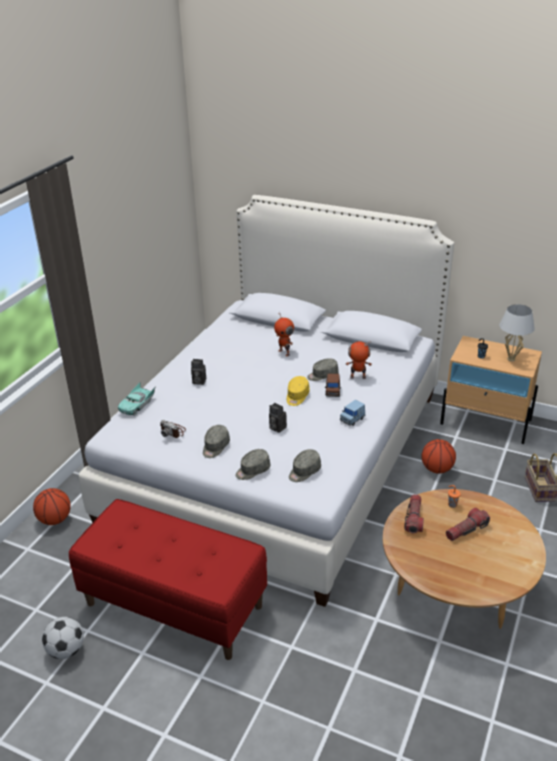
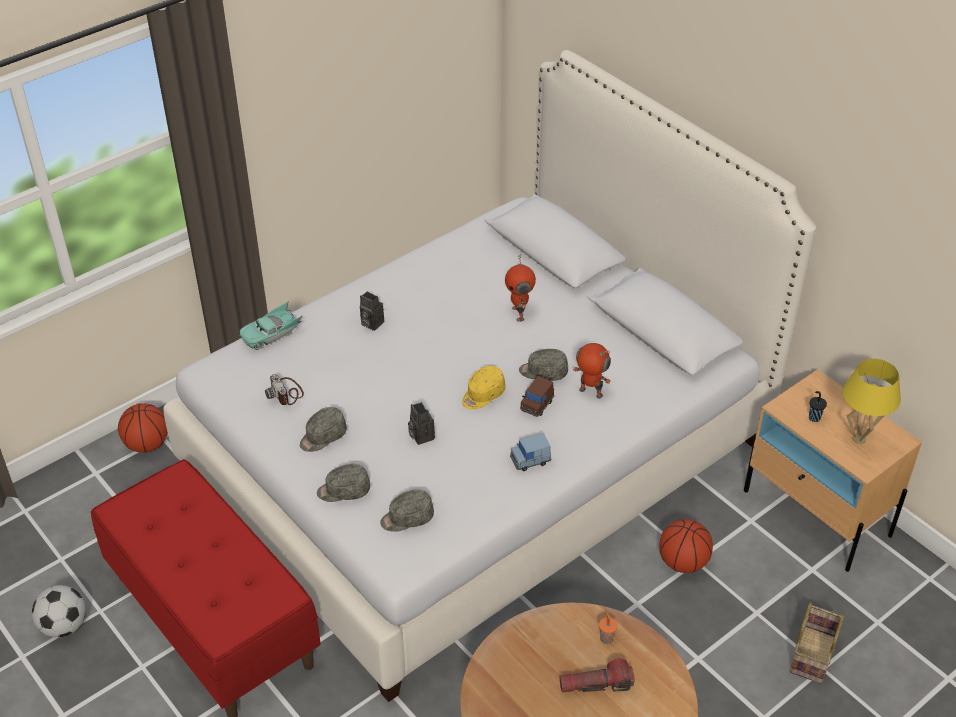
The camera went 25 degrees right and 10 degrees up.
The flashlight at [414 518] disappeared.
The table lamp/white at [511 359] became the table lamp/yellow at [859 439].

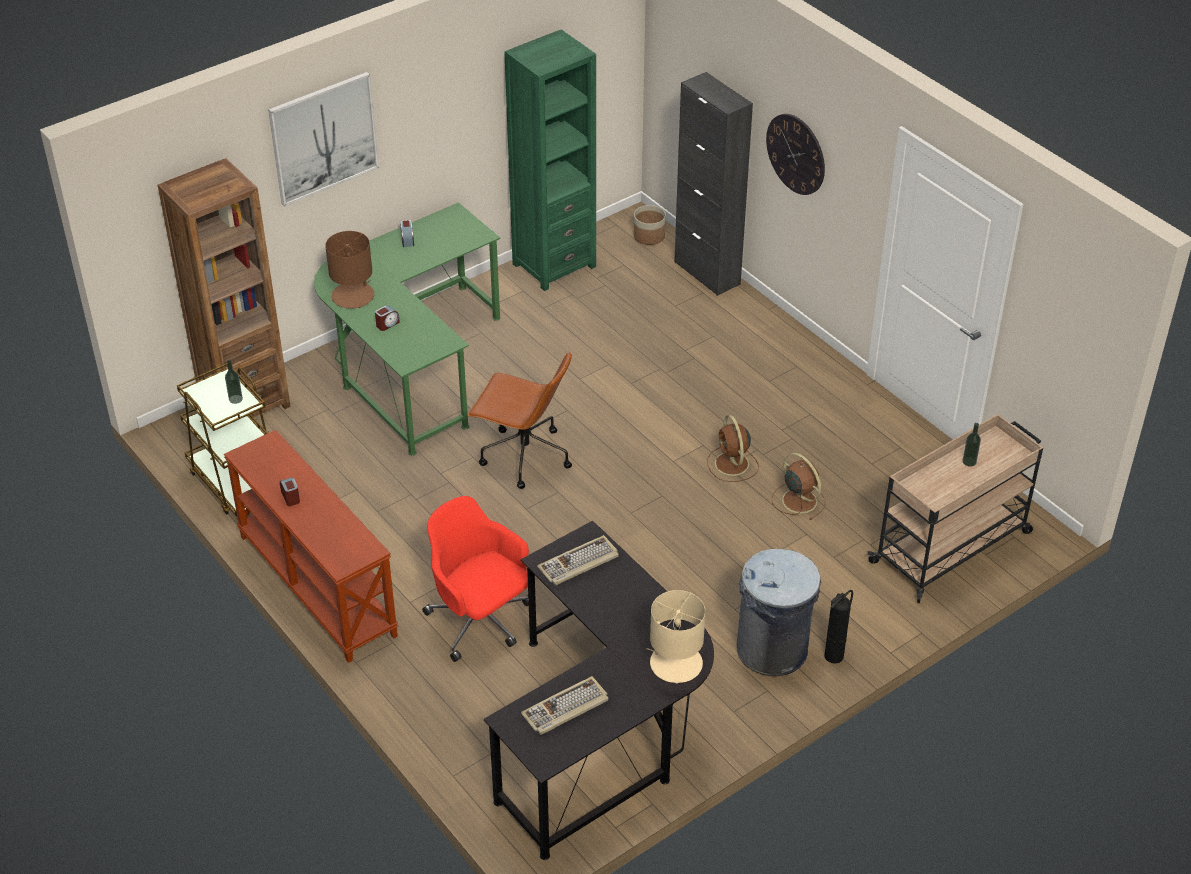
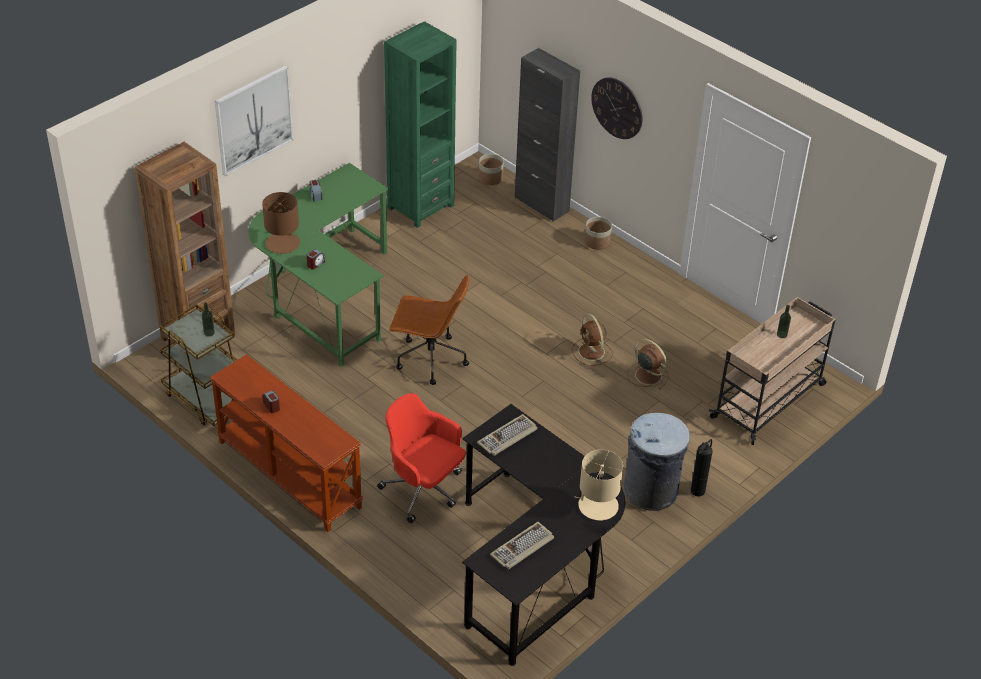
The camera went 10 degrees left and 0 degrees up.
The planter at [597 242] appeared.

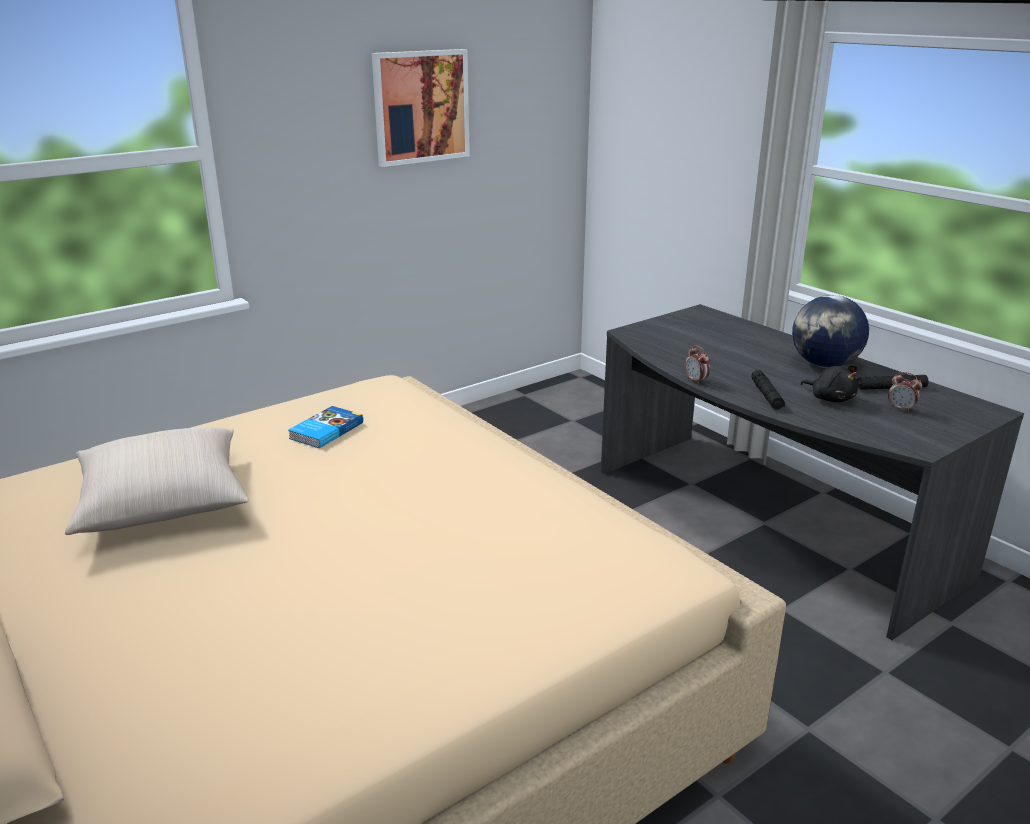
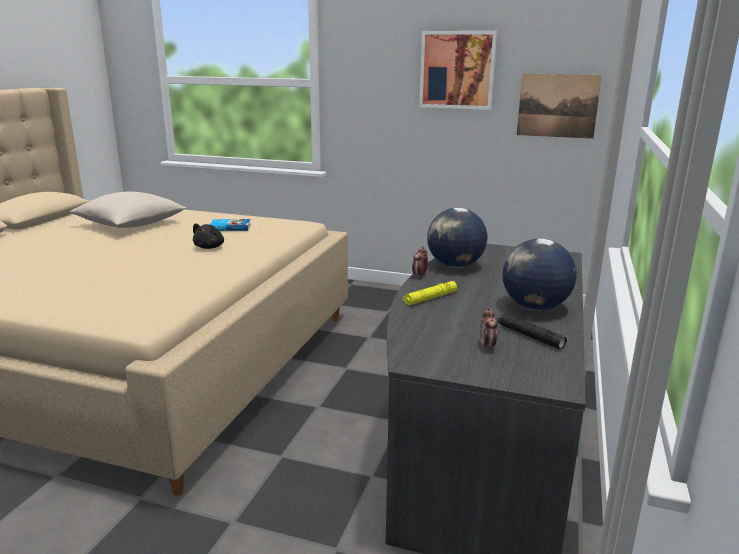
The camera went 55 degrees right and 5 degrees down.
The flashlight/black at [766 395] became the flashlight/yellow at [430 298].
The plush toy/black moved from [830 398] to [210 247].
The globe at [454 265] appeared.
The picture at [557 106] appeared.

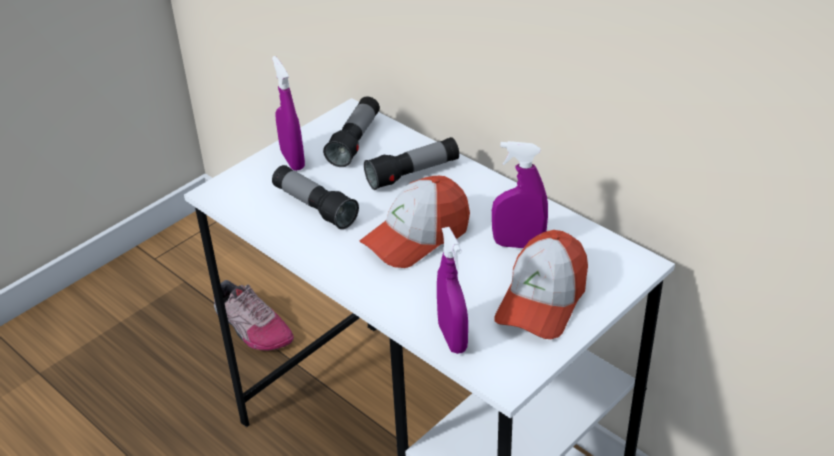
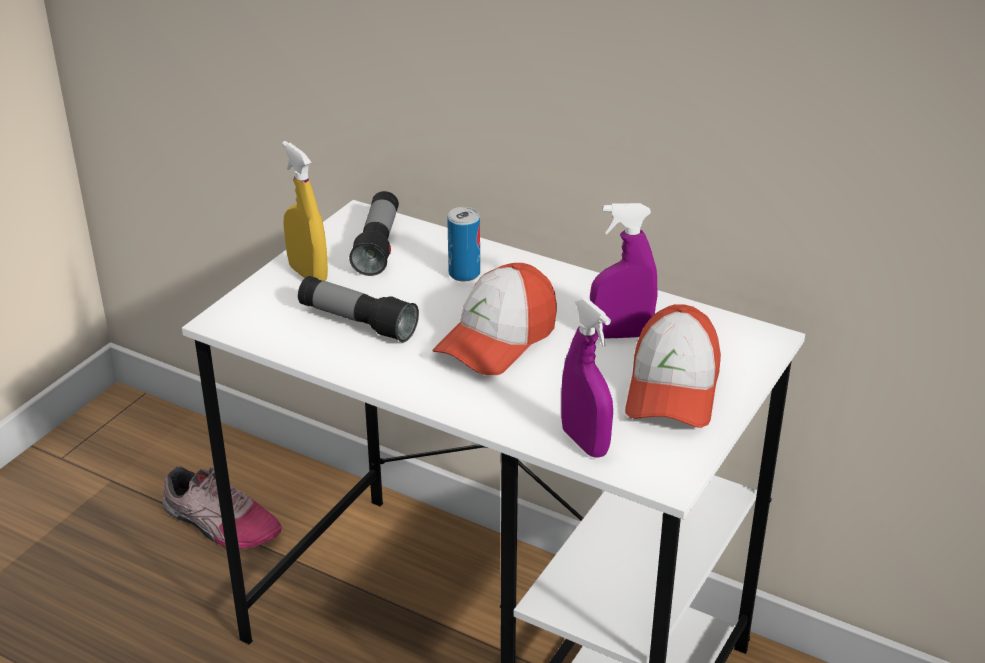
The camera went 15 degrees left and 5 degrees down.
The spray bottle/purple at [292 160] became the spray bottle/yellow at [308 274].
The flashlight at [413 174] was replaced by the can at [464 273].

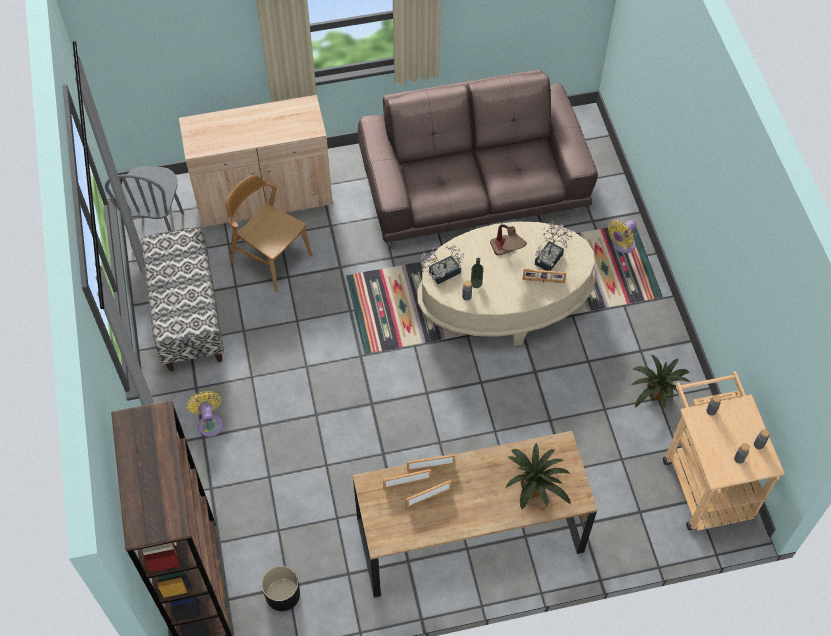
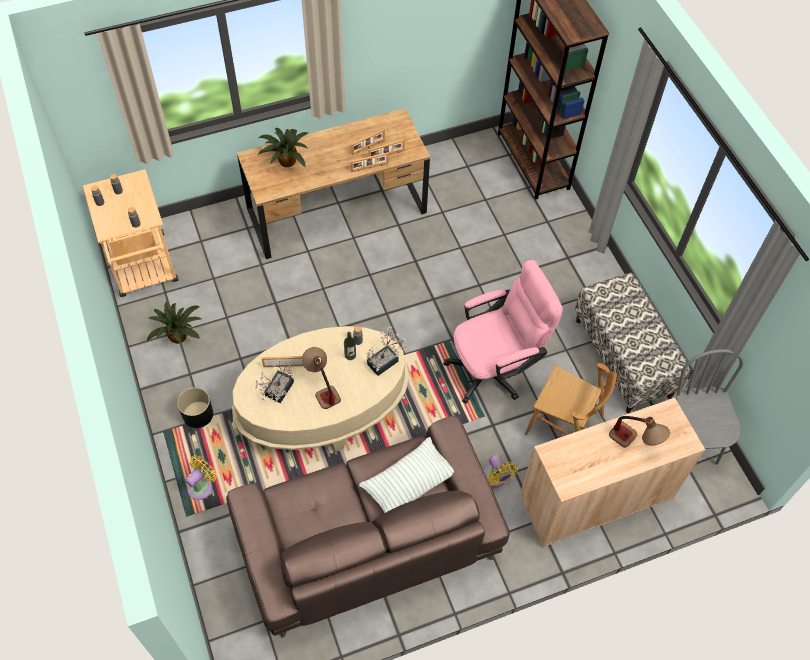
The camera went 170 degrees right and 0 degrees up.
The fan/yellow moved from [209 423] to [495 478].
The planter/black moved from [283 594] to [197 414].
The pillow at [408 483] appeared.
The office chair/pink at [495 368] appeared.
The table lamp at [634 443] appeared.

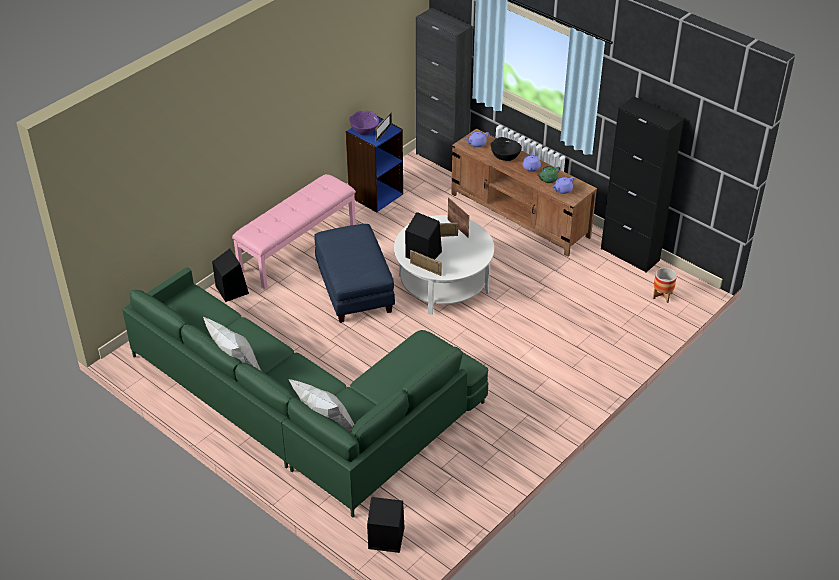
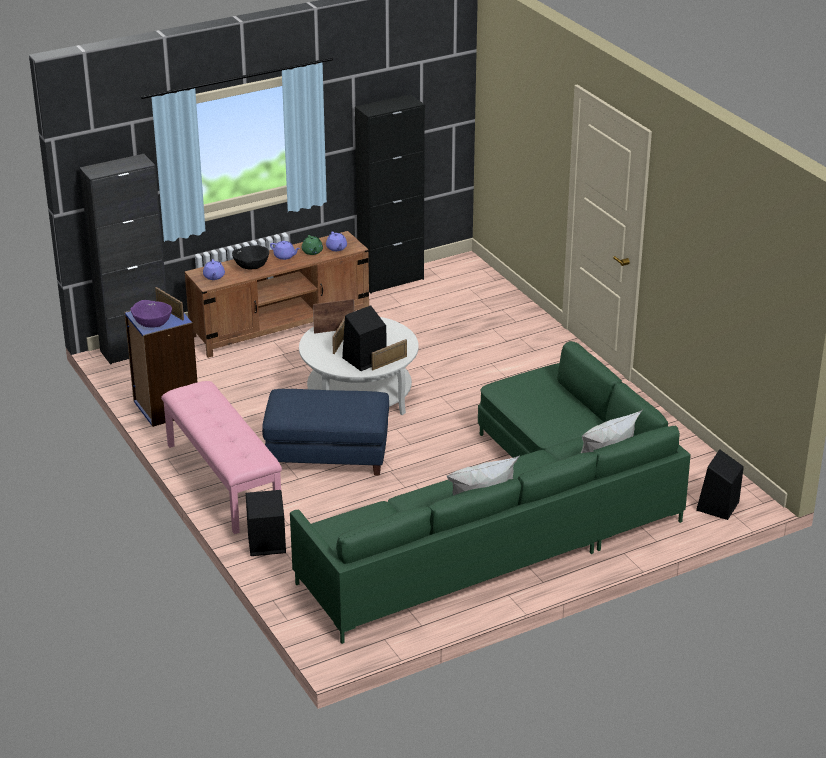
The camera went 70 degrees left and 10 degrees down.
The planter at [662 296] disappeared.

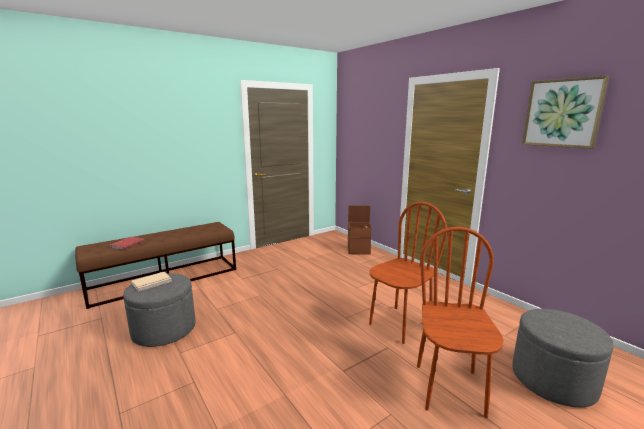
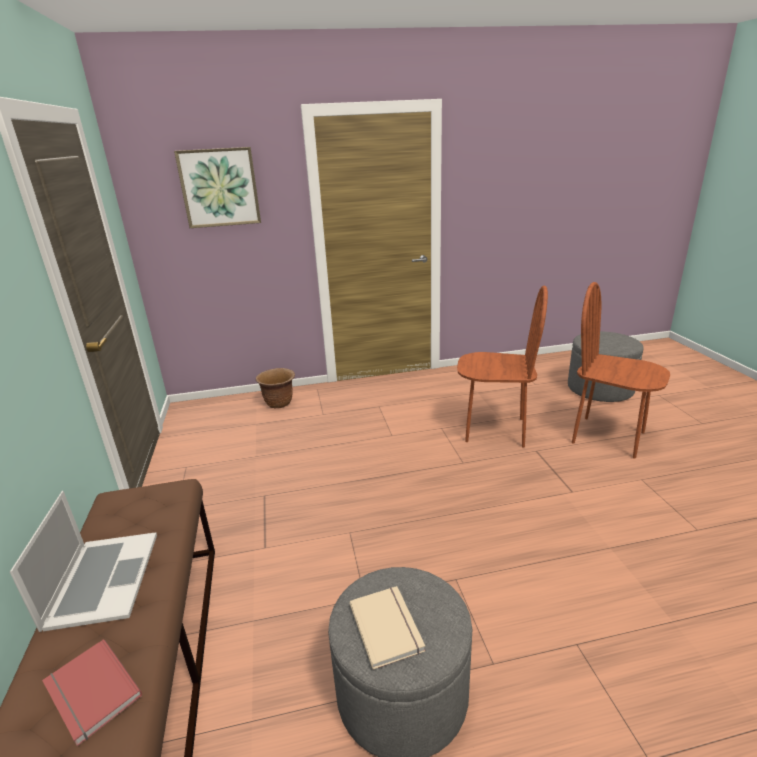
The camera went 65 degrees left and 10 degrees up.
The storage box/brown at [359 250] was replaced by the planter/brown at [279 403].
The chair/brown at [399 324] turned 120 degrees clockwise.
The picture moved from [562 113] to [219 188].
The laptop at [102 579] appeared.

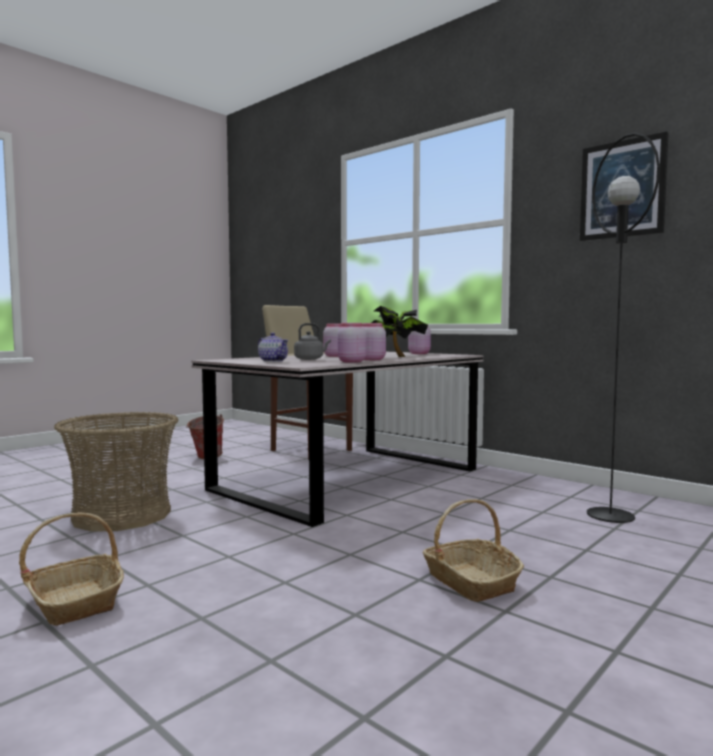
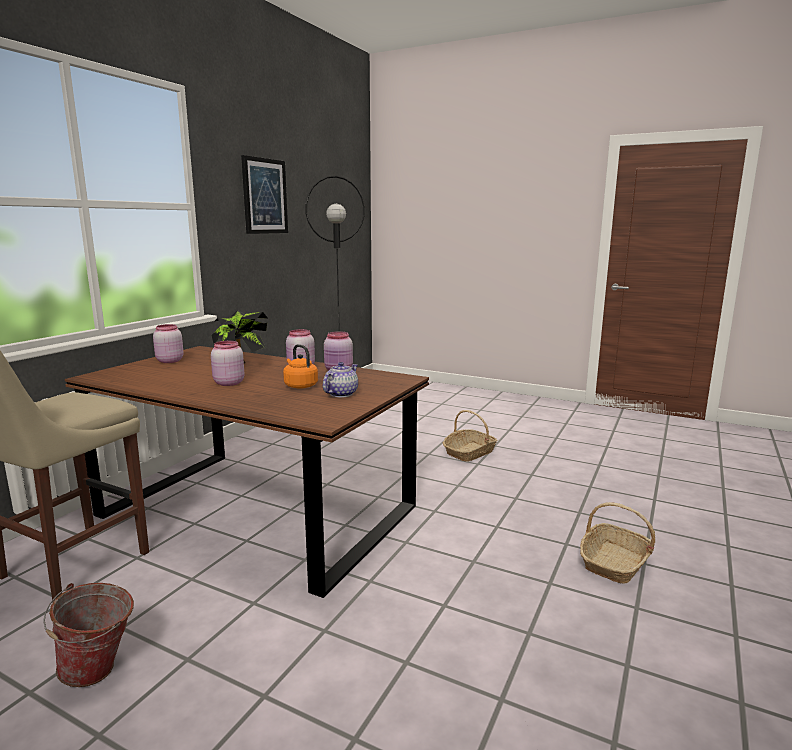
The camera went 105 degrees left and 10 degrees up.
The basket at [121 515] disappeared.
The dining table/grey at [348 478] became the dining table/brown at [256 511].
The kettle/grey at [310 359] became the kettle/orange at [300 385].

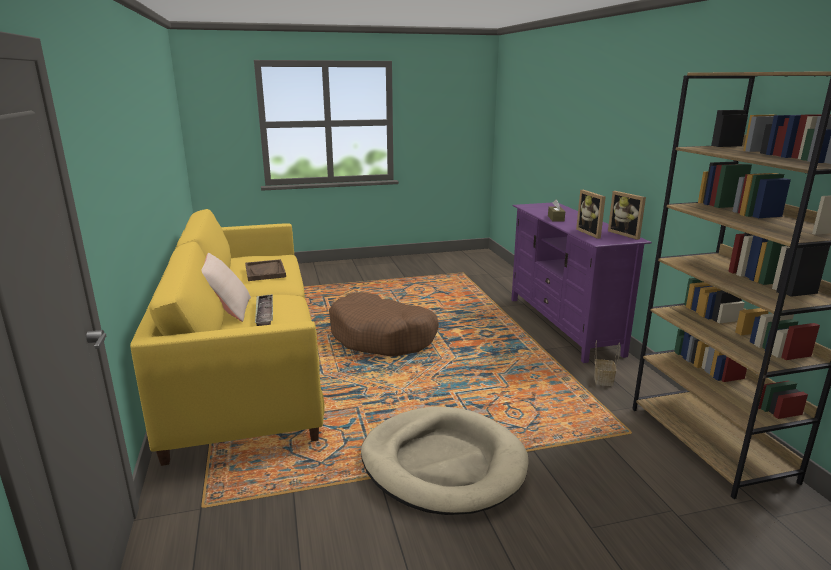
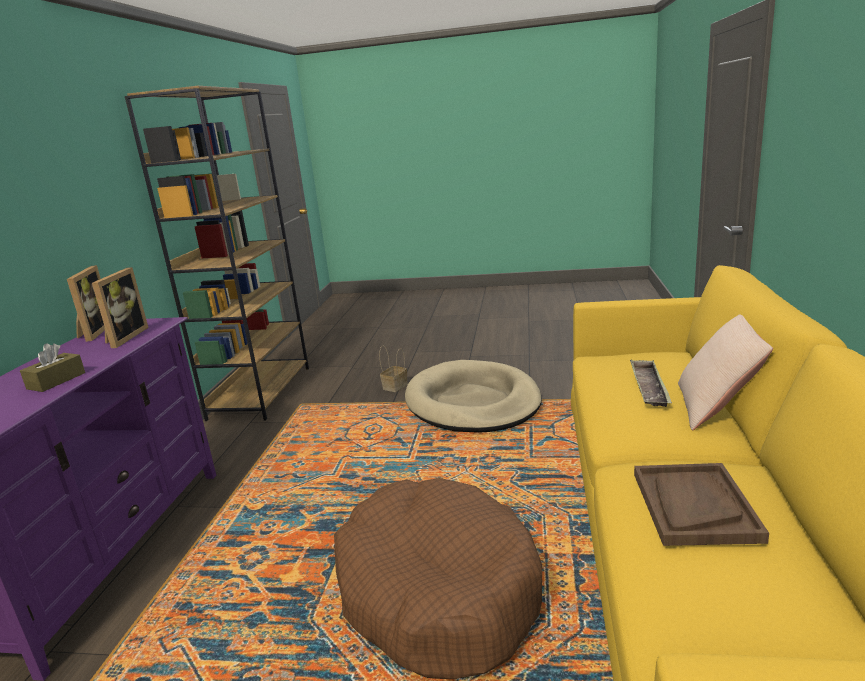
The camera went 155 degrees left and 0 degrees up.
The basket moved from [602 379] to [395 387].

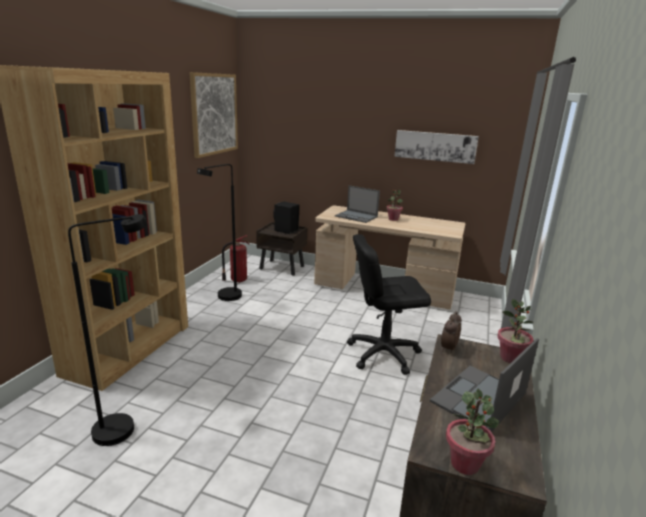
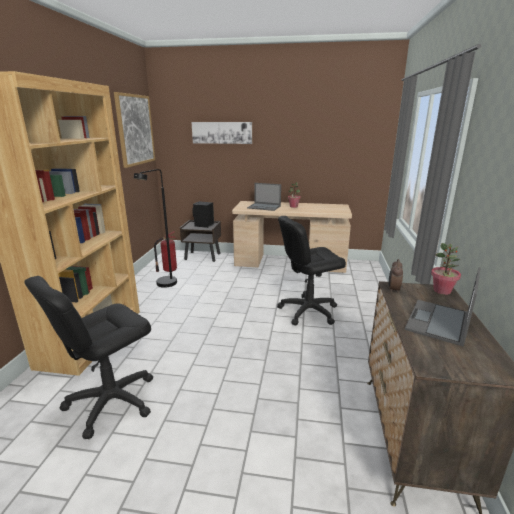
The camera went 10 degrees left and 0 degrees up.
The floor lamp/black at [125 426] was replaced by the office chair/black at [111 401].
The picture moved from [435 146] to [222 132].
The potted plant at [465 464] disappeared.

